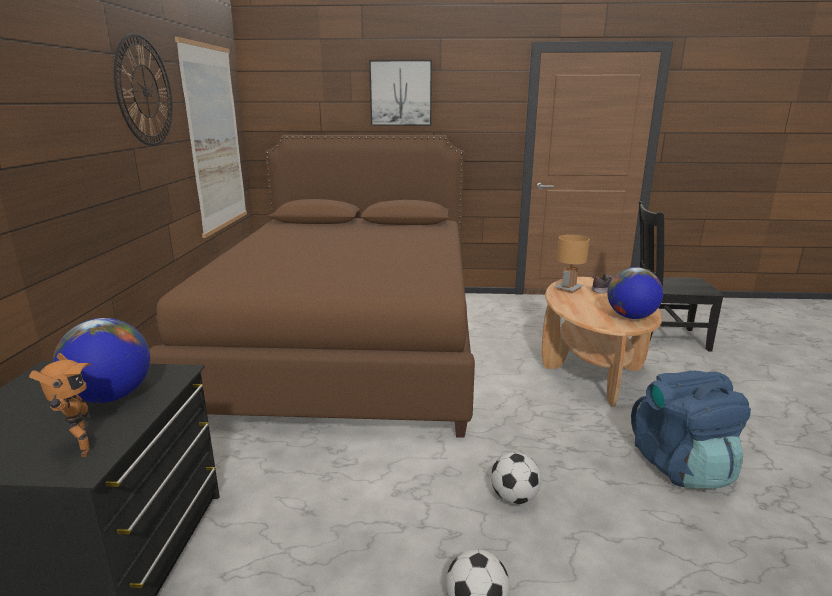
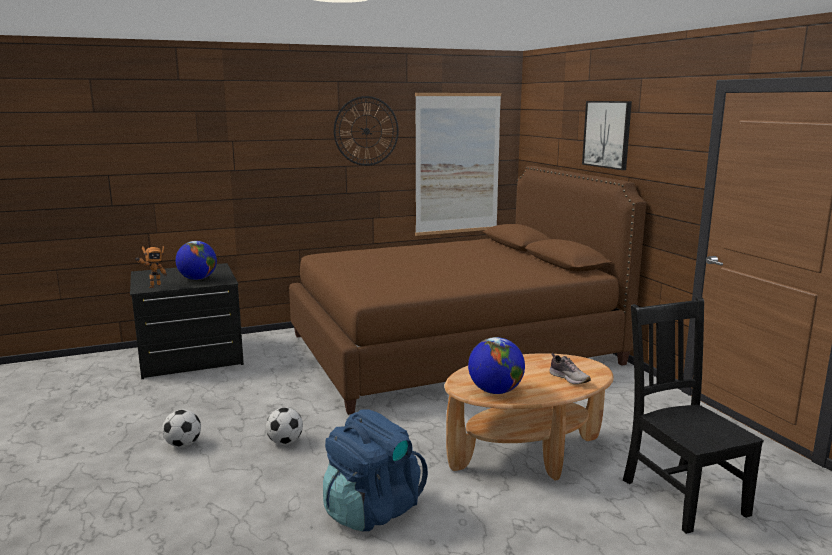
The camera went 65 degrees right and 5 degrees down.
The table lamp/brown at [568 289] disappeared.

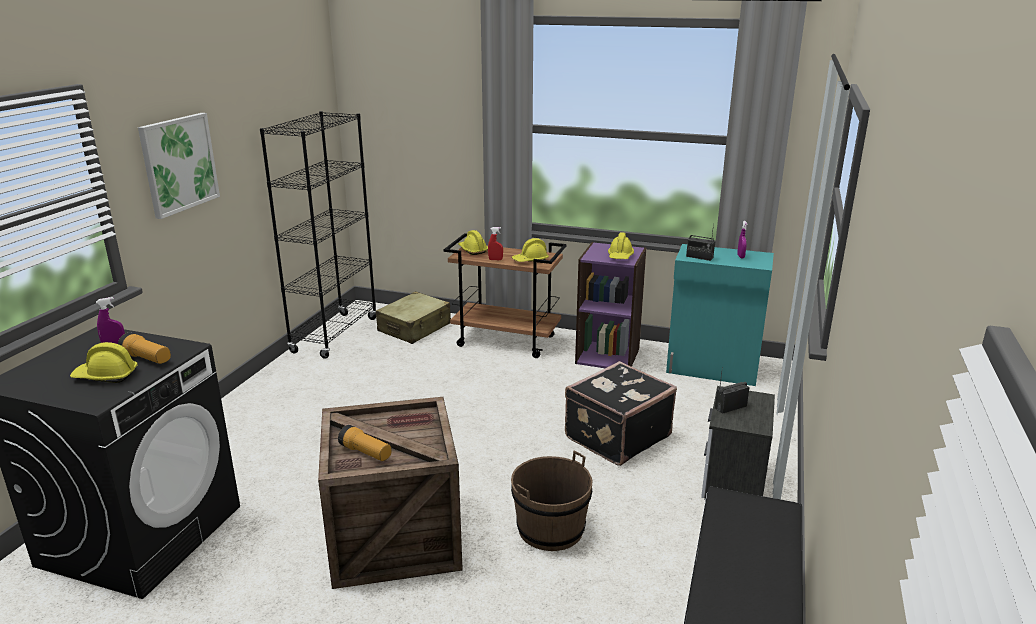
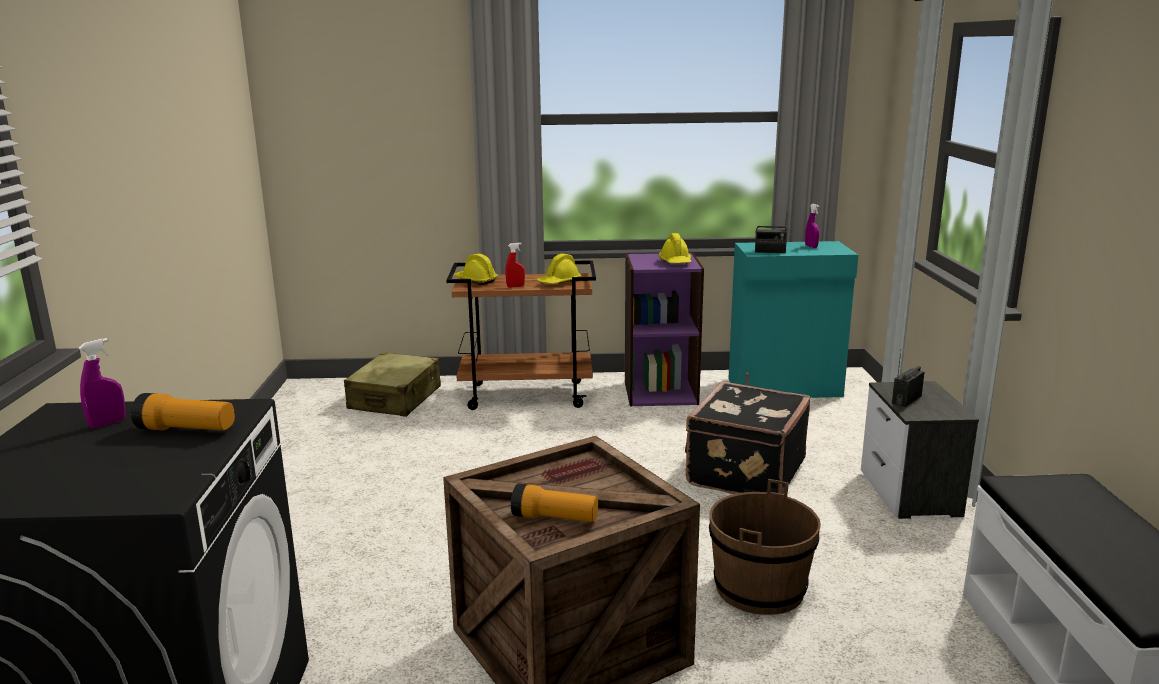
The camera went 20 degrees left and 5 degrees down.
The hard hat/yellow at [106 376] disappeared.
The picture at [179 164] disappeared.
The bookcase/black at [335 335] disappeared.

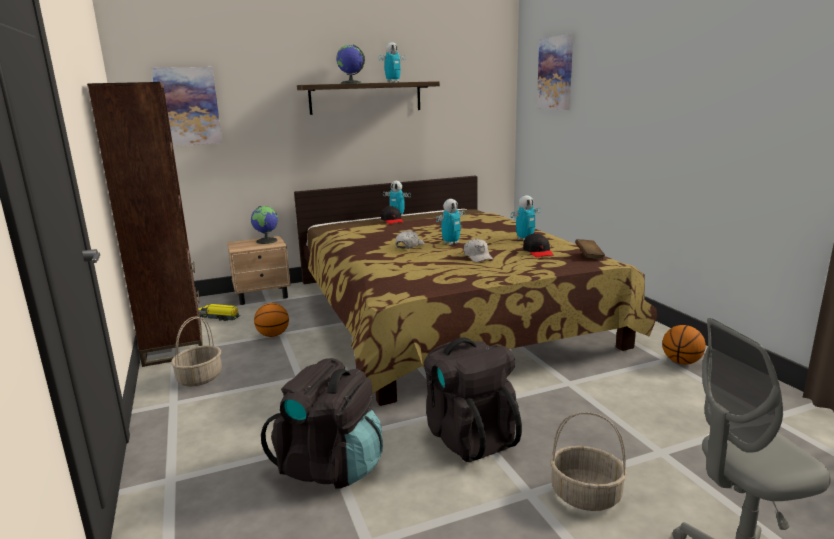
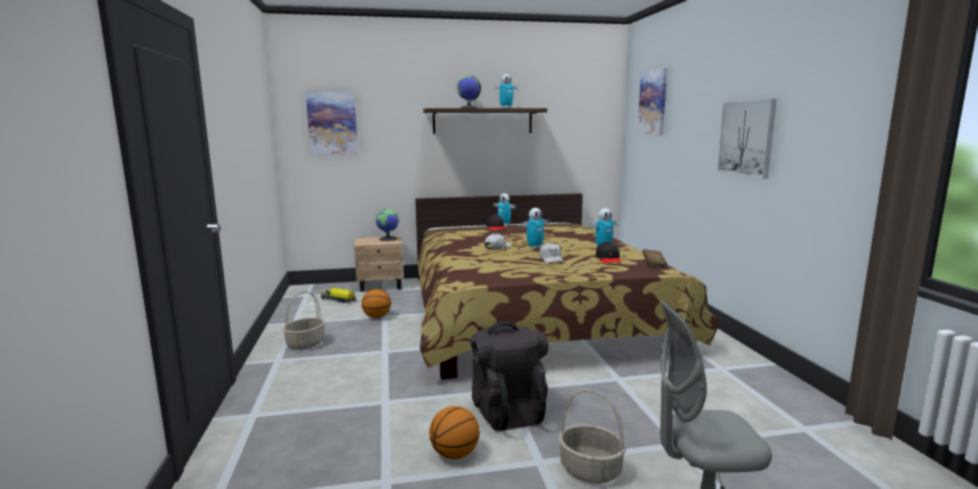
The camera went 10 degrees right and 5 degrees down.
The bookcase/brown at [174 345] disappeared.
The backpack/black at [330 466] disappeared.
The basketball moved from [681 362] to [455 454].
The picture at [746 138] appeared.

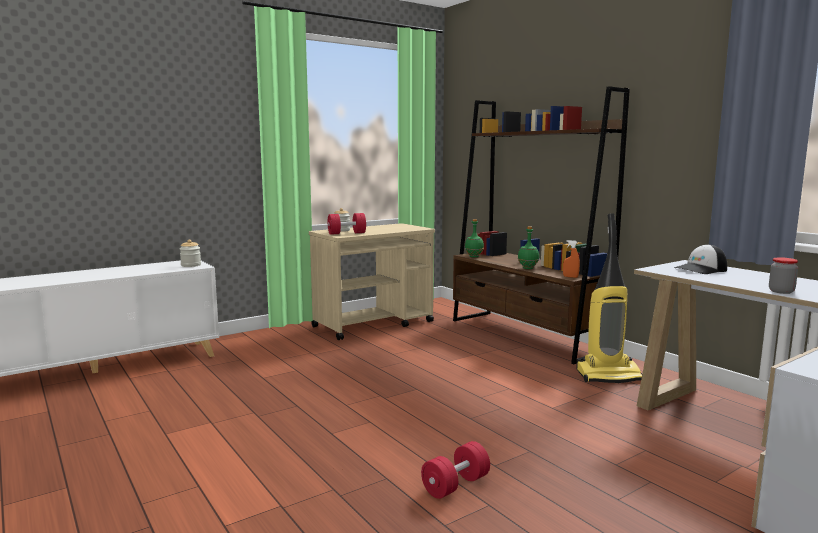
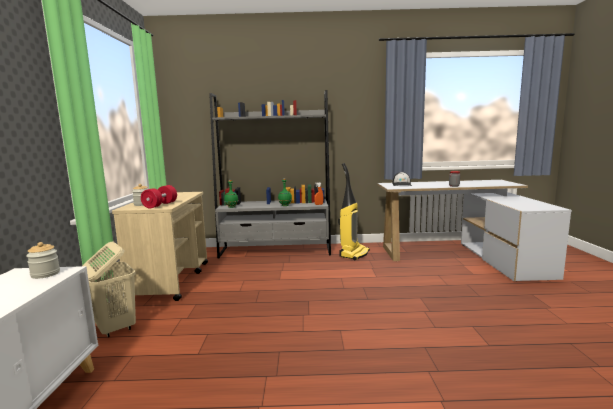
The camera went 55 degrees left and 0 degrees up.
The dumbbell/red at [455 485] disappeared.
The bookcase/brown at [525 335] became the bookcase/grey at [276 251].
The laundry basket/beige at [115 328] appeared.

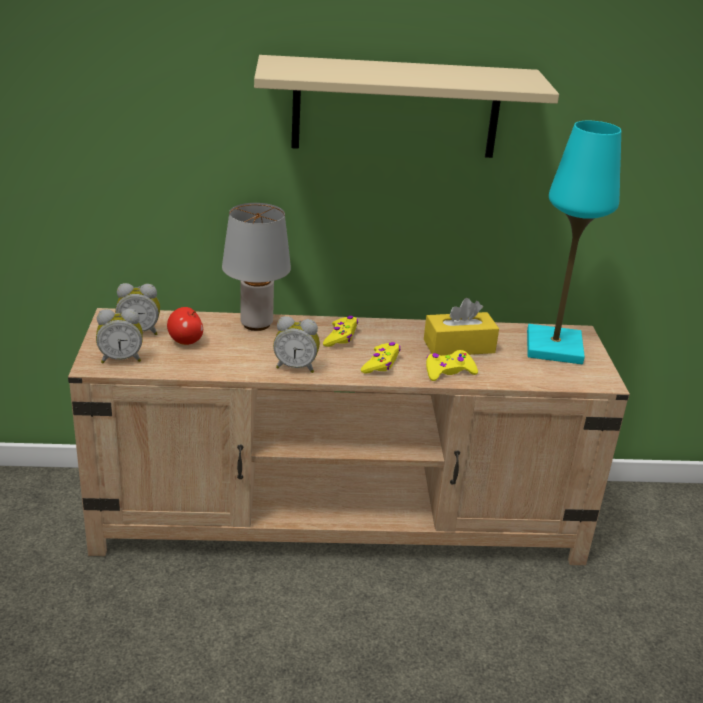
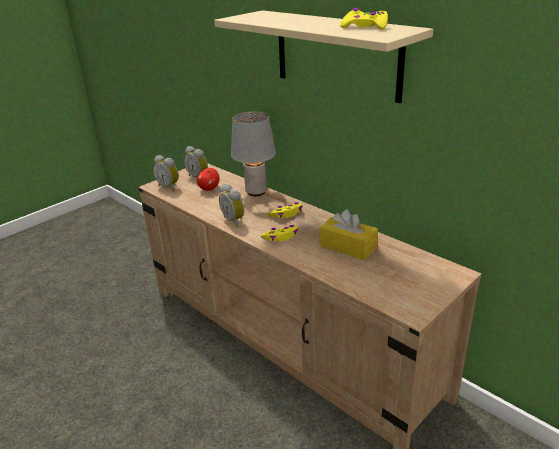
The camera went 50 degrees right and 0 degrees up.
The game controller/yellow moved from [448 371] to [365 27].
The table lamp/turquoise at [553 347] disappeared.

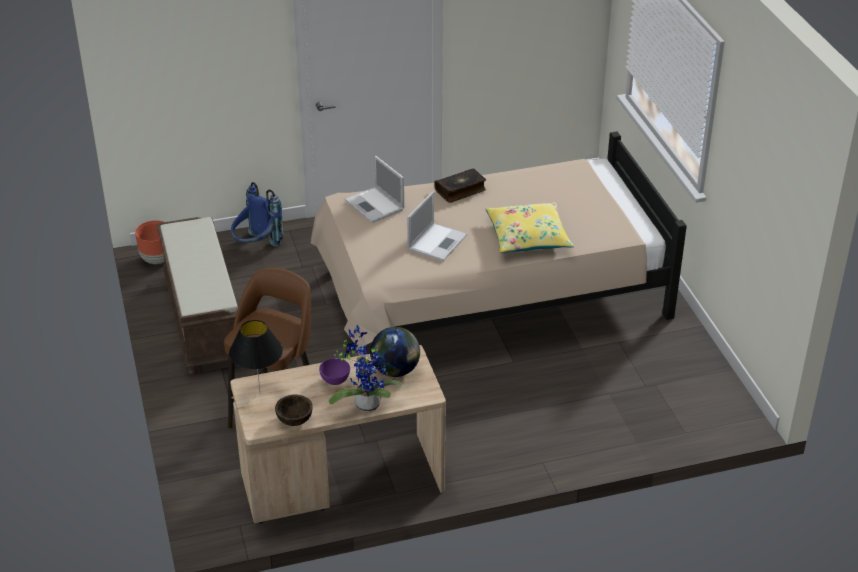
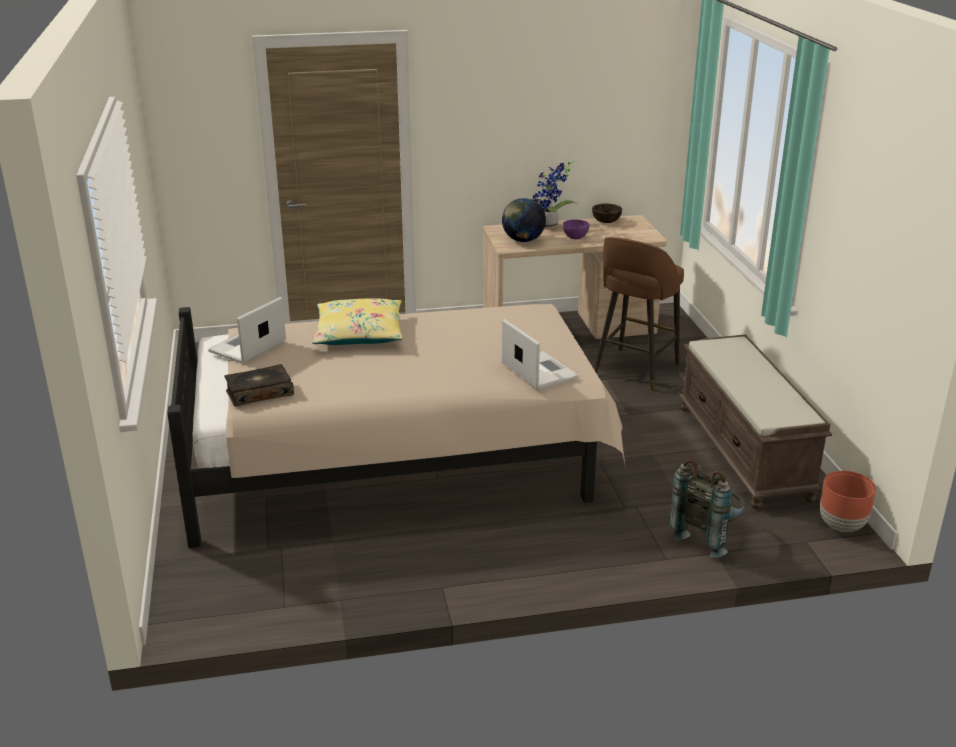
The camera went 175 degrees left and 10 degrees down.
The table lamp/black at [259 393] disappeared.
The backpack/blue at [256 247] became the backpack/grey at [707 536].
The laptop moved from [437 241] to [247 347].
The book moved from [460 190] to [259 393].

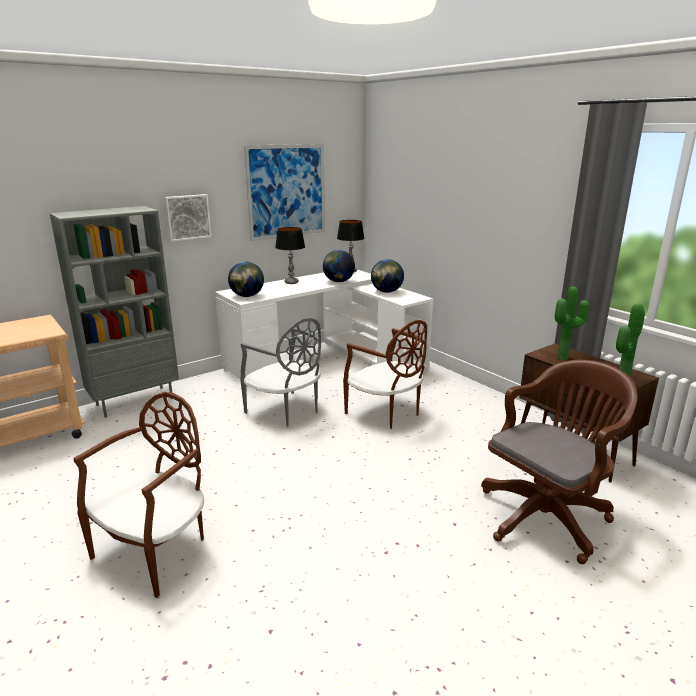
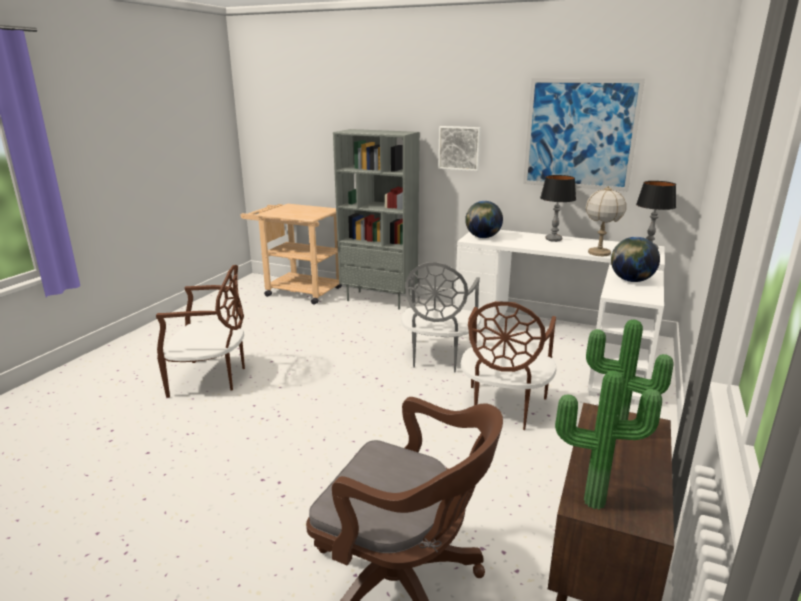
The camera went 60 degrees right and 0 degrees up.
The globe at [338 281] was replaced by the table lamp at [599 253].

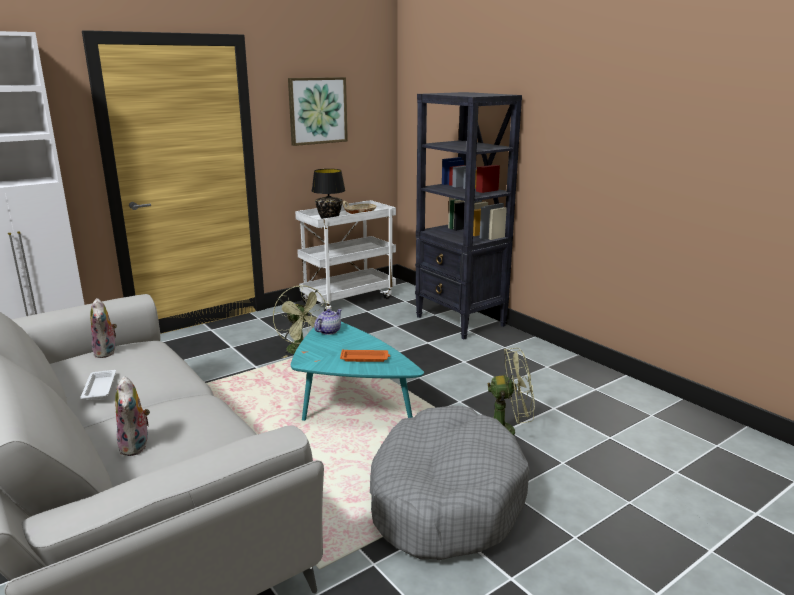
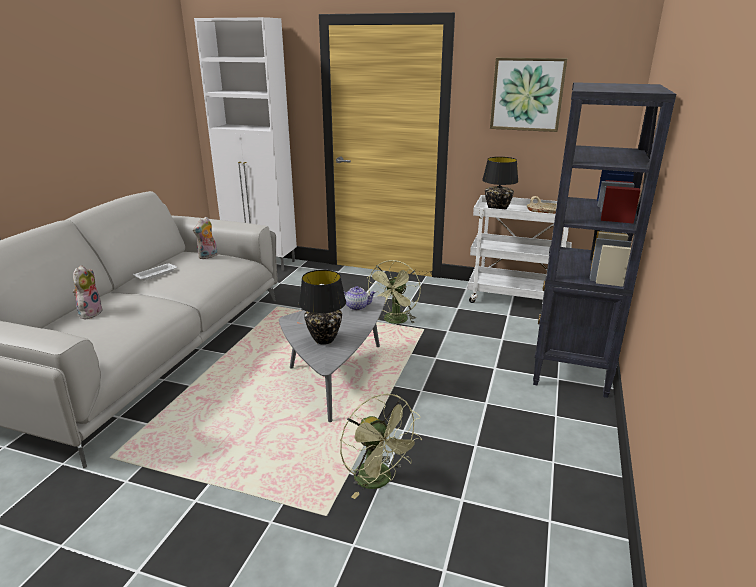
The camera went 55 degrees right and 5 degrees up.
The plush toy at [136 446] turned 150 degrees clockwise.
The coffee table/turquoise at [349 404] became the coffee table/grey at [335 376].
The tray/orange at [365 358] was replaced by the table lamp/black at [324 339].
The dog bed/grey at [445 498] disappeared.

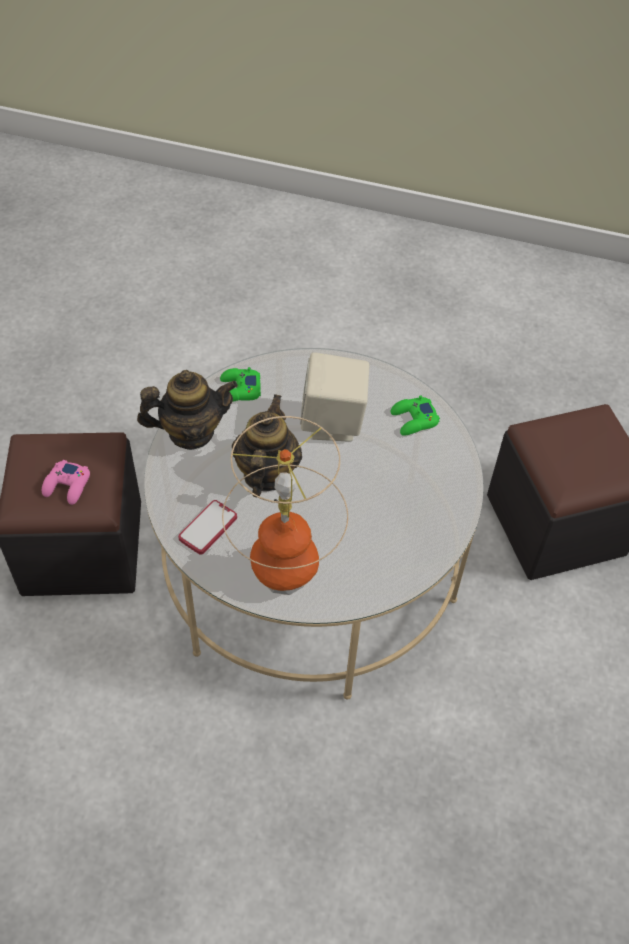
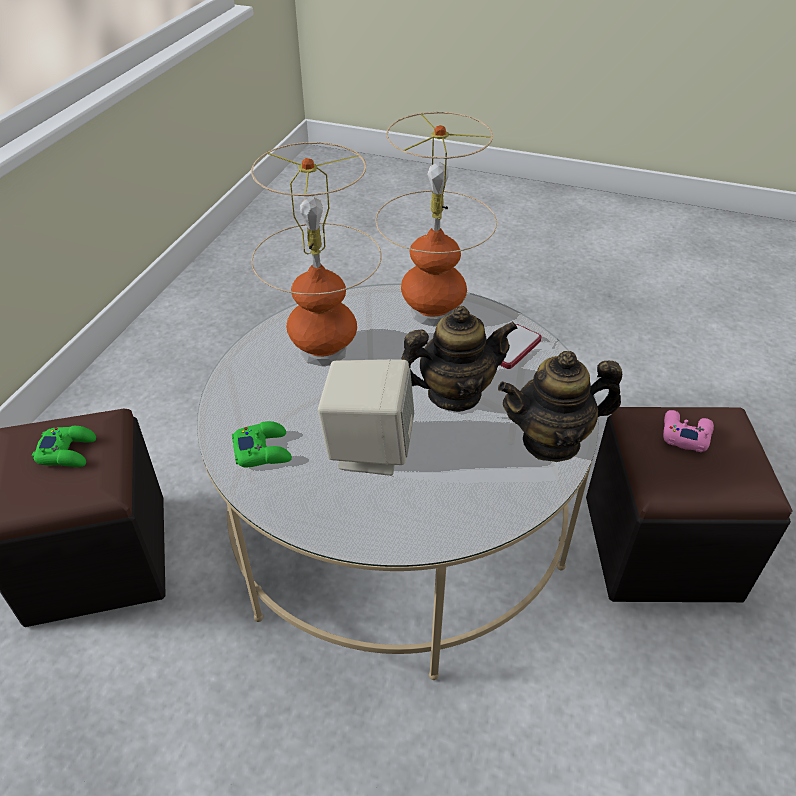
The camera went 175 degrees left and 10 degrees down.
The game controller/green moved from [239 390] to [67 452].
The teapot at [266 474] turned 120 degrees counterclockwise.
The table lamp at [324 351] appeared.

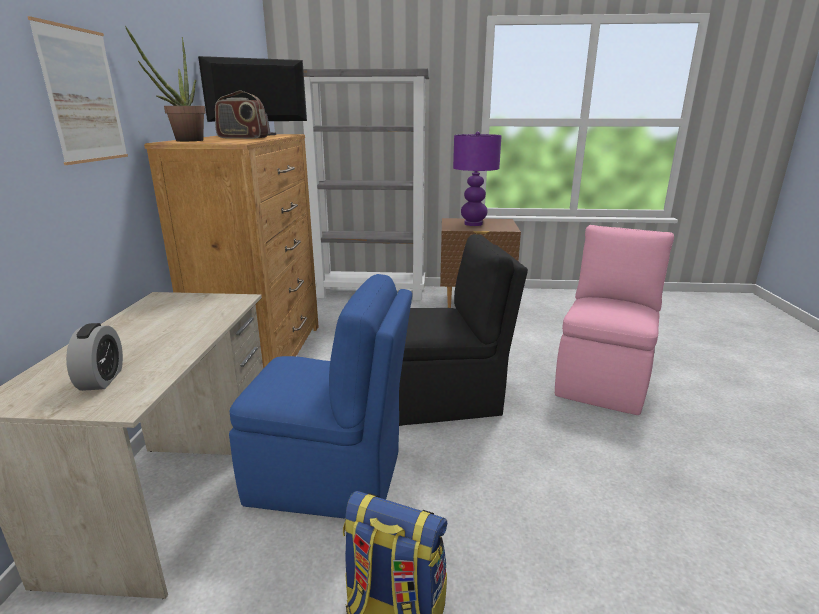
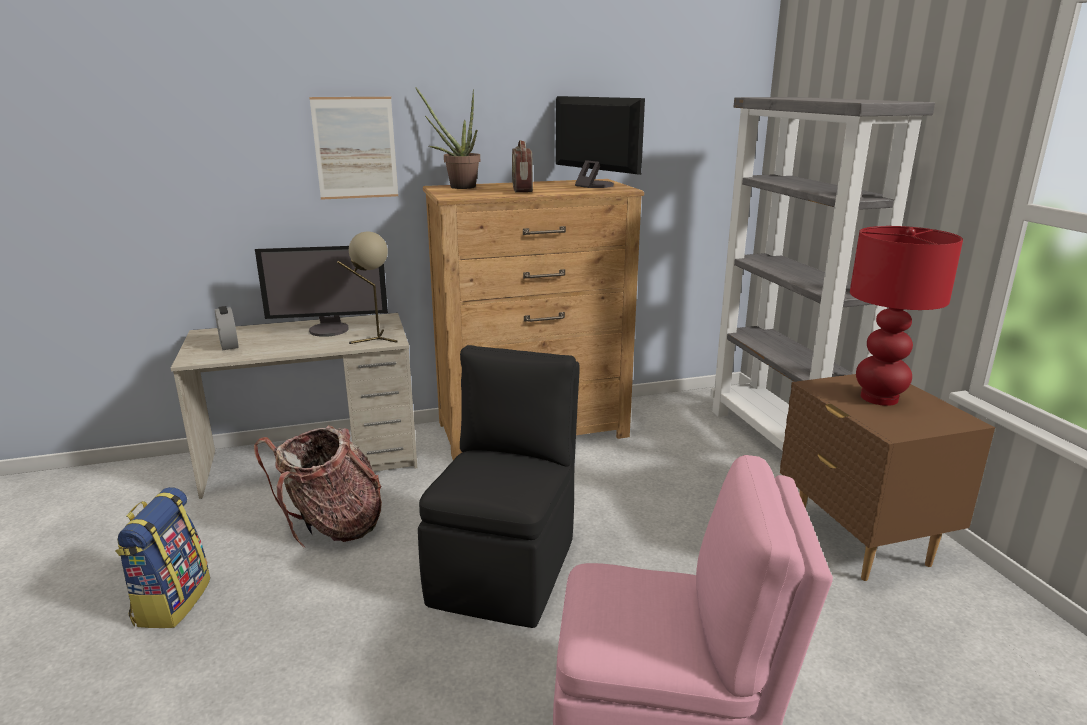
The camera went 70 degrees right and 0 degrees up.
The alarm clock at [102 379] turned 90 degrees counterclockwise.
The chair/blue at [330 478] was replaced by the backpack at [332 527].
The chair/black at [444 399] turned 135 degrees counterclockwise.
The table lamp/purple at [473 224] became the table lamp/red at [879 398].
The monitor at [330 329] appeared.
The table lamp/beige at [375 339] appeared.

